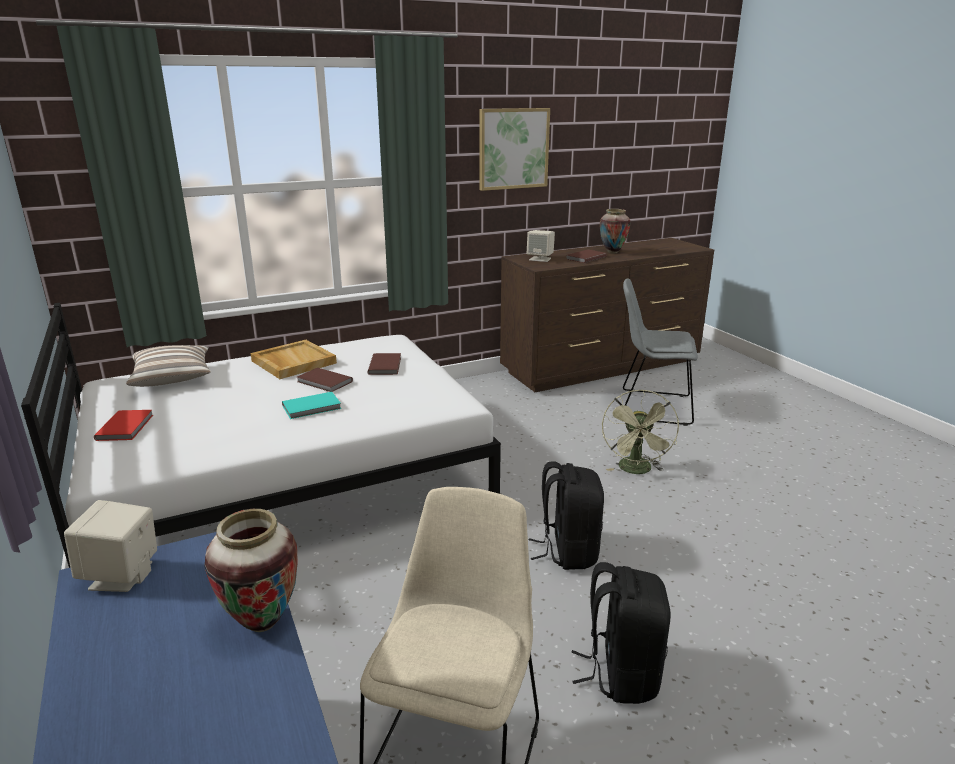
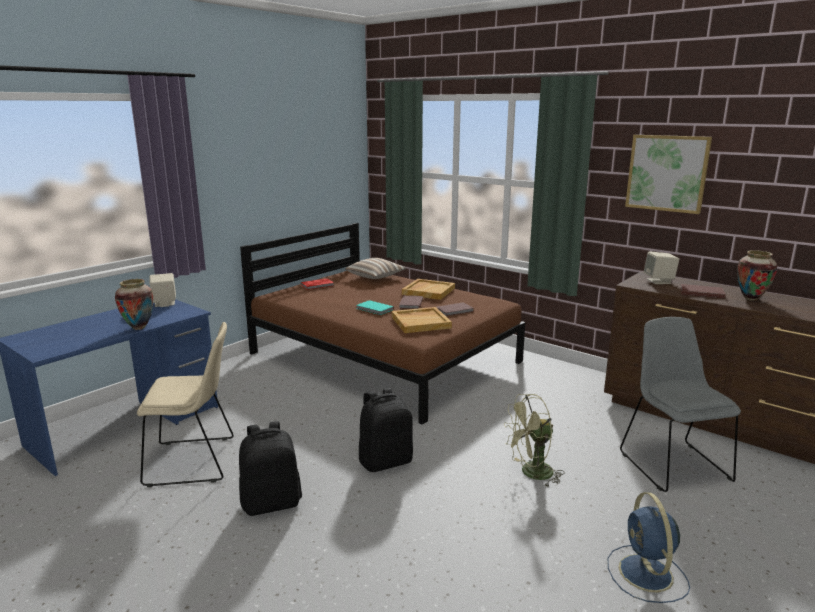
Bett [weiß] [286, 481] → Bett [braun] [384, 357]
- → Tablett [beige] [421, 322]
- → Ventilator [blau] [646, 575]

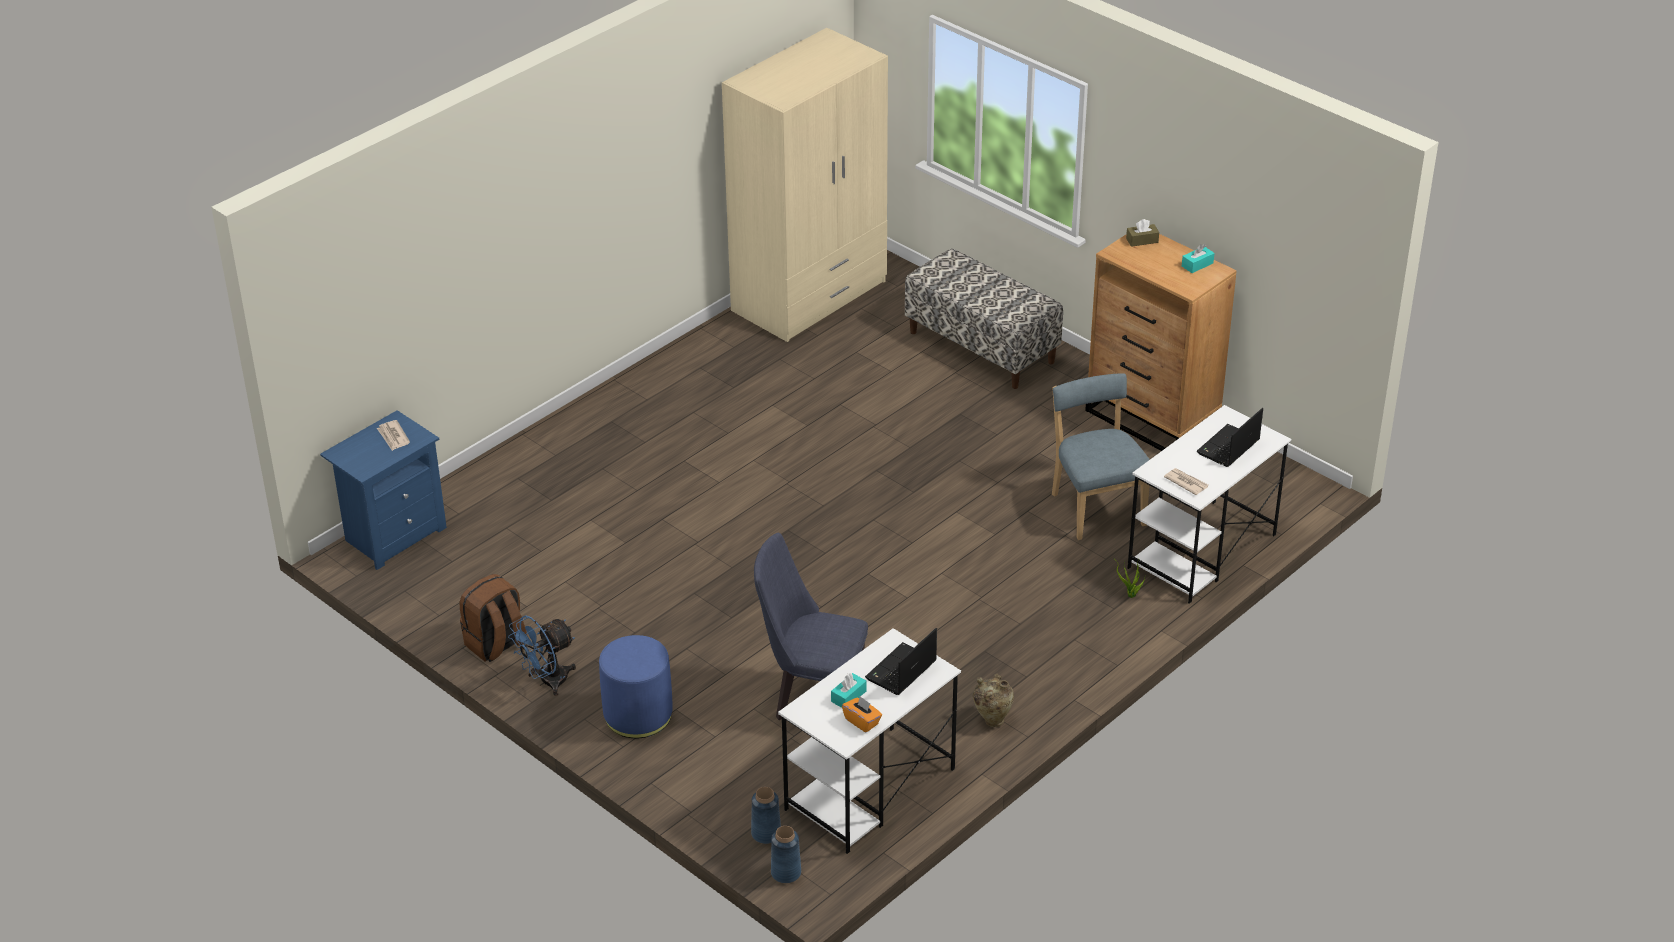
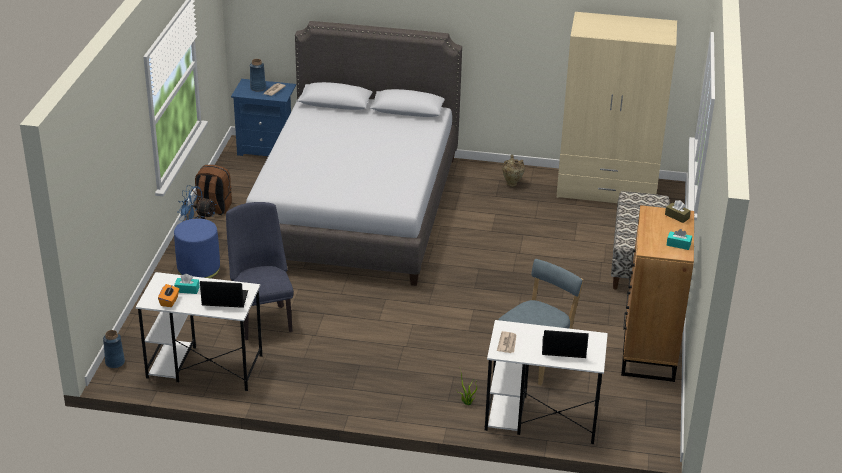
Vase [blau] [766, 834] → Vase [blau] [257, 88], move
Vase [beige] [992, 719] → Vase [beige] [512, 183], move
- → Bett [grau] [355, 209]

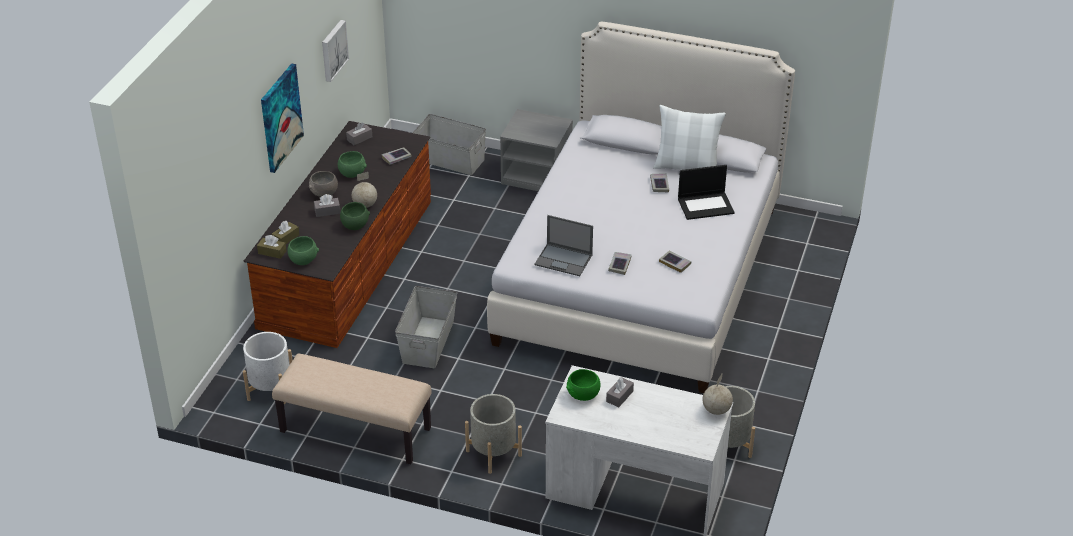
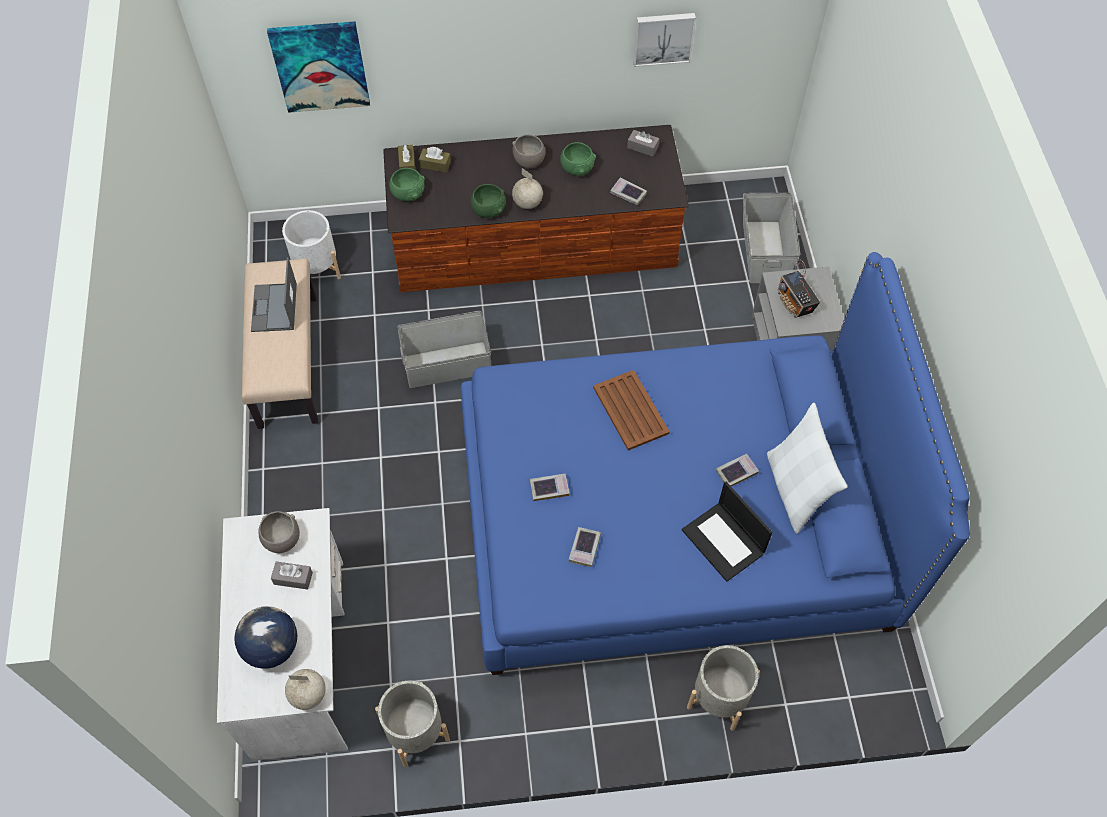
Bild [280, 117] → Bild [320, 66], move
Taschentuchbox [grau] [327, 211] → -
Pflanzkübel [grau] [493, 453] → Pflanzkübel [grau] [719, 697], move
Bett [weiß] [639, 273] → Bett [blau] [673, 521]
Laptop [564, 260] → Laptop [274, 308], move
Schüssel [grün] [583, 394] → Schüssel [grau] [281, 539]
- → Globus [272, 647]
- → Tablett [braun] [630, 409]
- → Radio [795, 303]

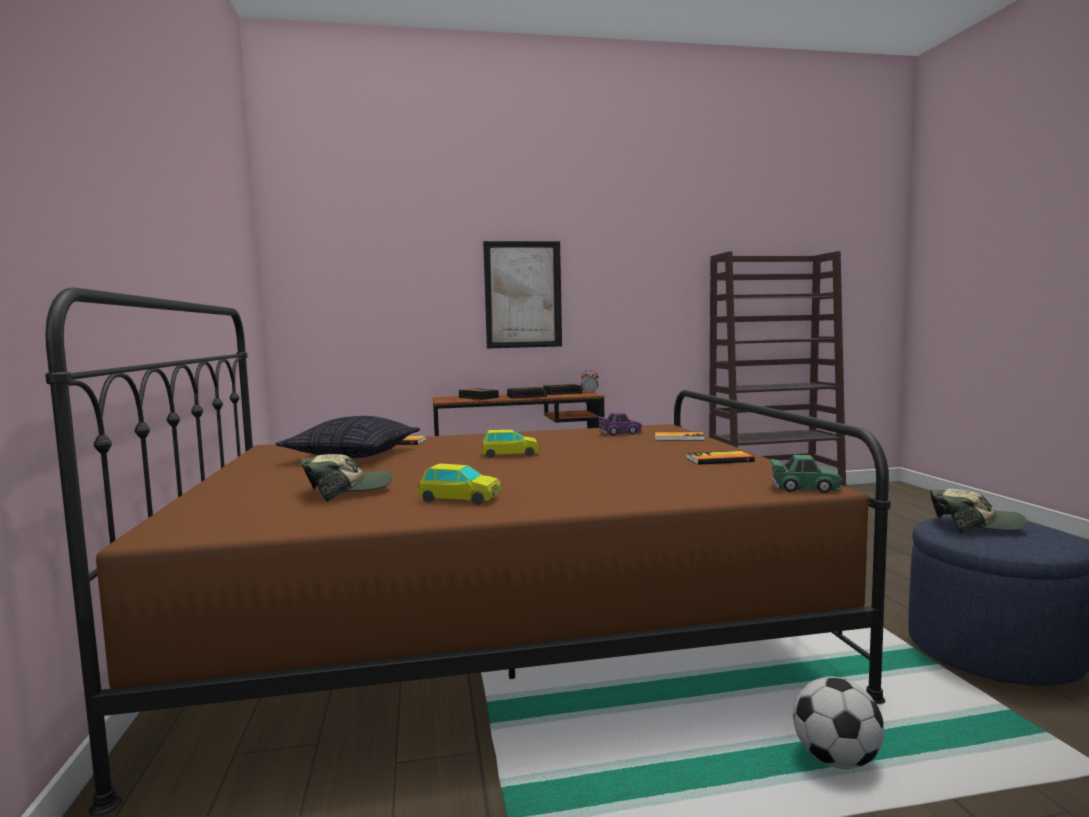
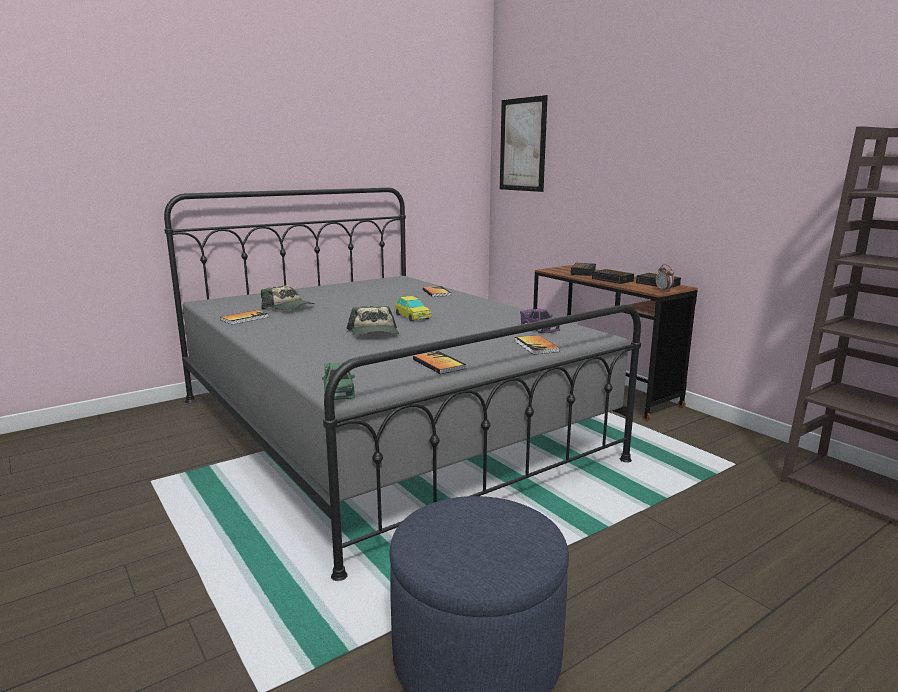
Bett [braun] [497, 624] → Bett [grau] [384, 427]
Kissen [353, 455] → -
Spielzeugauto [460, 499] → -
Bild [523, 294] → Bild [522, 145], move
Fußball [836, 760] → -
Kappe [974, 526] → Kappe [374, 333], move
- → Buch [244, 318]

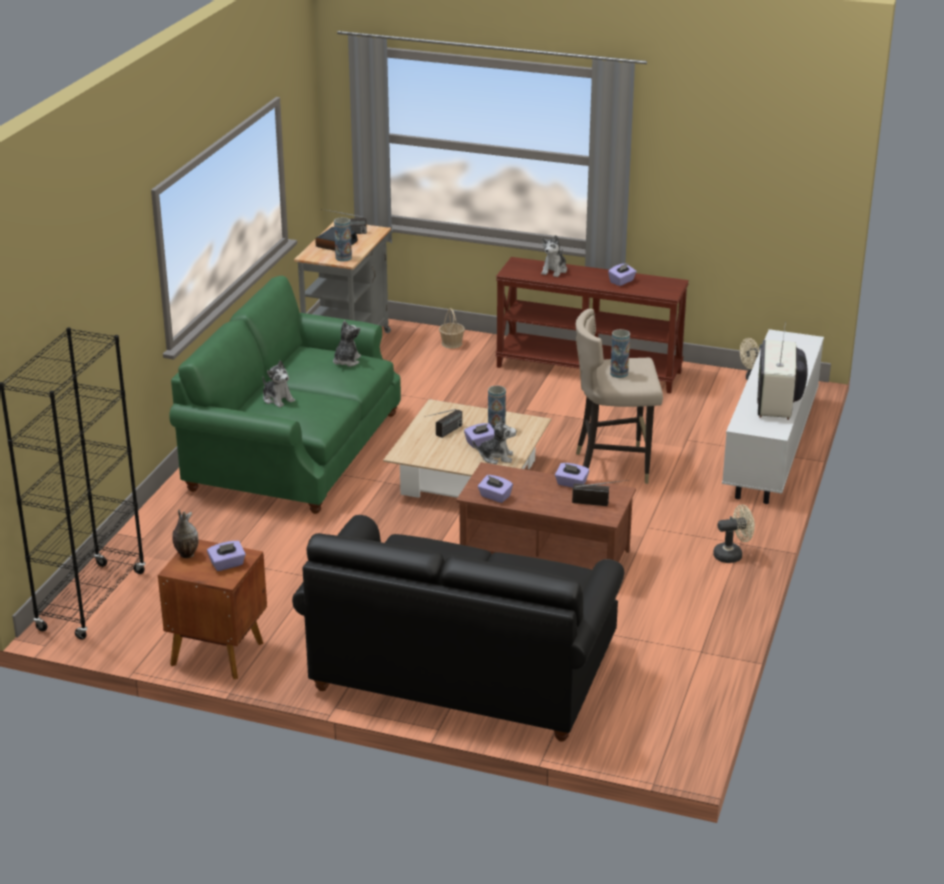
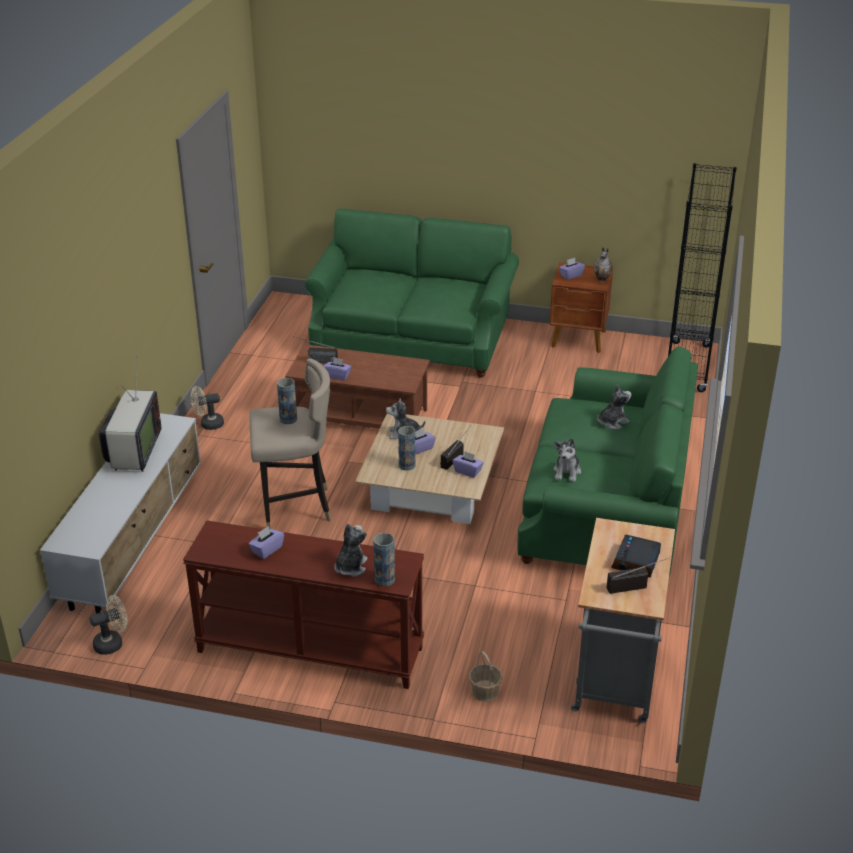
Plüschtier [278, 399] → Plüschtier [612, 422], 105 degrees clockwise
Sofa [schwarz] [463, 667] → Sofa [grün] [412, 338]
Vase [343, 258] → Vase [384, 579], move
Taschentuchbox [lila] [495, 497] → Taschentuchbox [lila] [468, 471], move

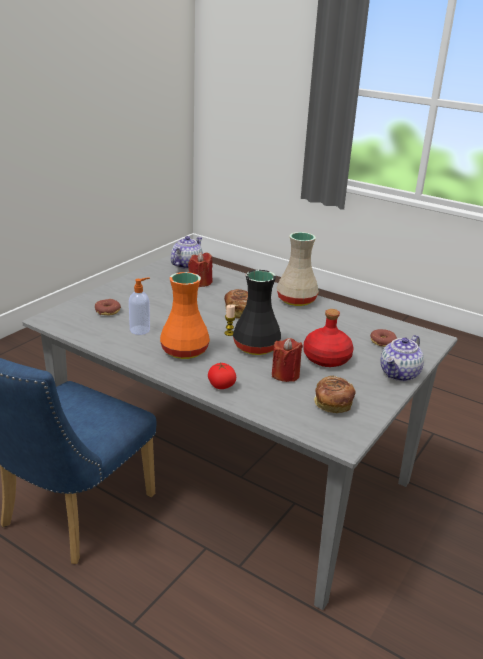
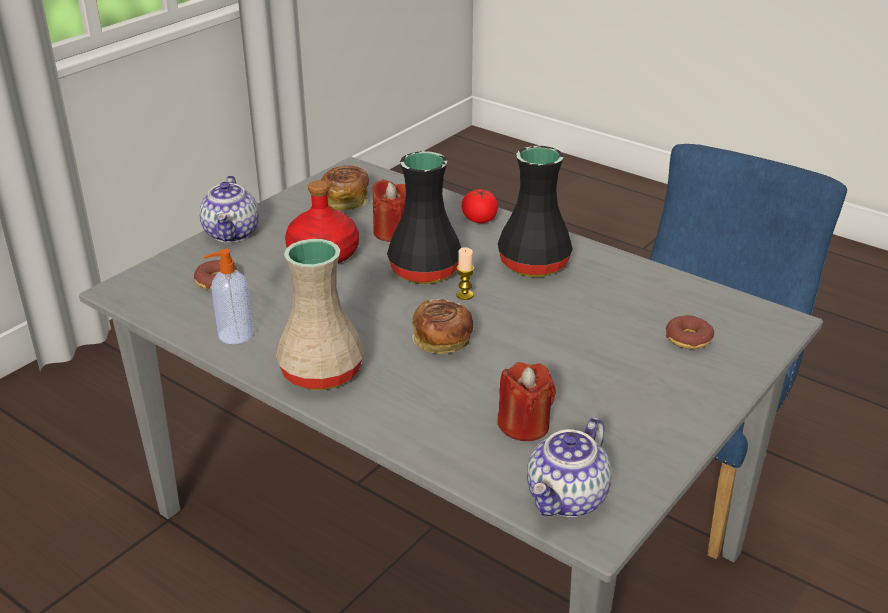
Seifenspender [140, 330] → Seifenspender [234, 335], move
Vase [orange] [186, 351] → Vase [schwarz] [532, 264]
Teekanne [400, 374] → Teekanne [232, 233], 135 degrees clockwise

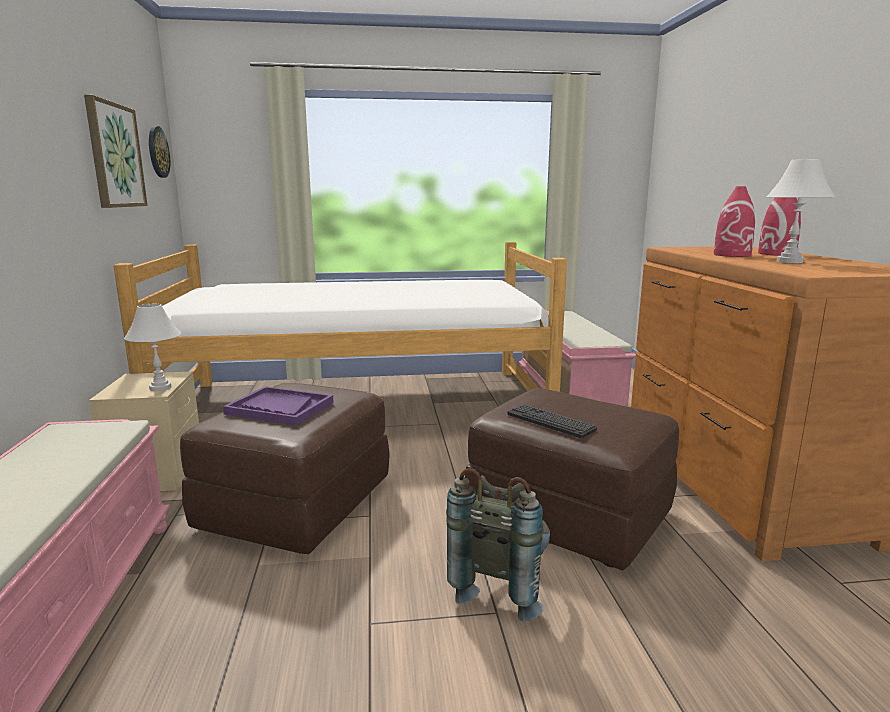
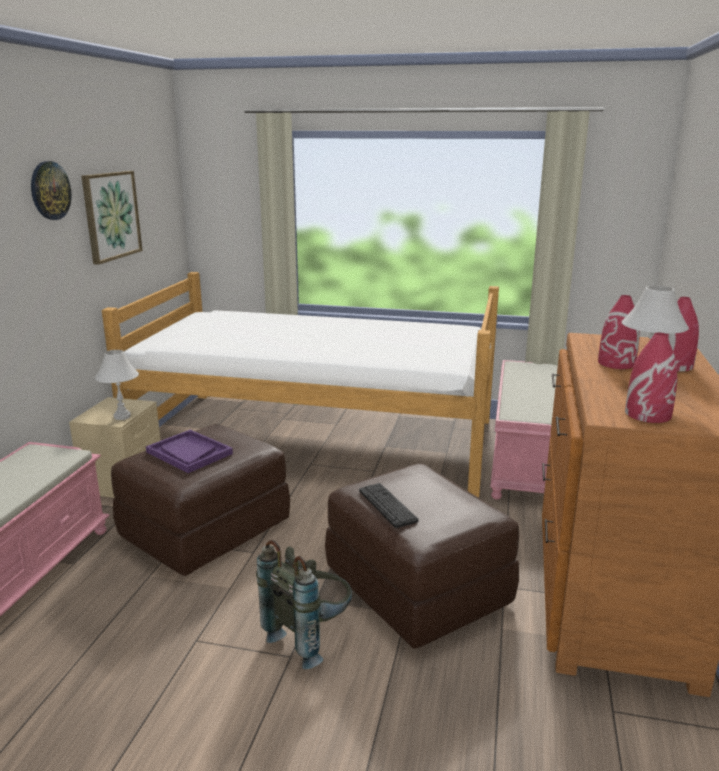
Wanduhr [158, 152] → Wanduhr [50, 190], move
- → Vase [rot] [647, 414]

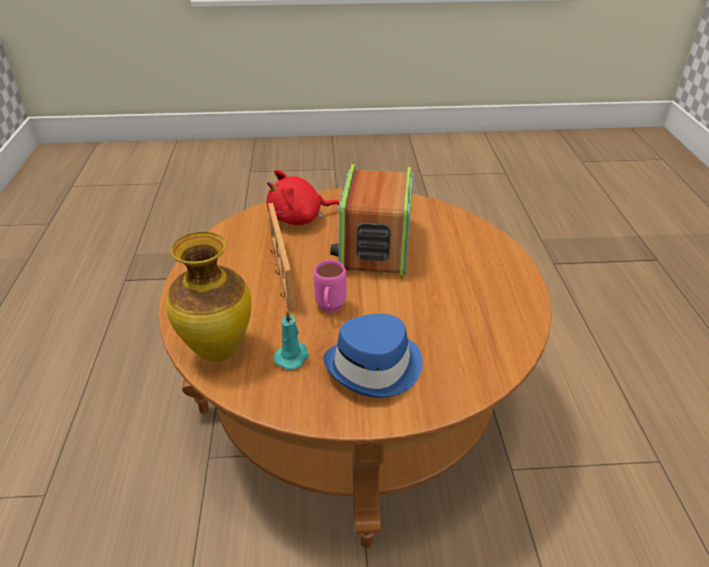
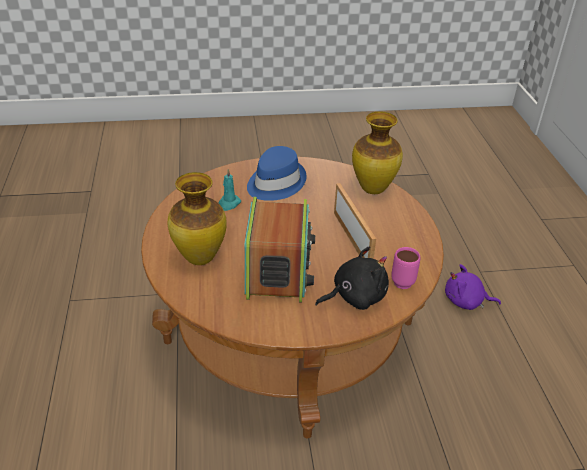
Plüschtier [rot] [299, 218] → Plüschtier [schwarz] [355, 296]
Kerze [türkis] [292, 356] → Kerze [türkis] [229, 204], move
Henkelbecher [rosa] [329, 310] → Henkelbecher [rosa] [402, 280], move
- → Vase [199, 258]
- → Plüschtier [lila] [466, 301]

